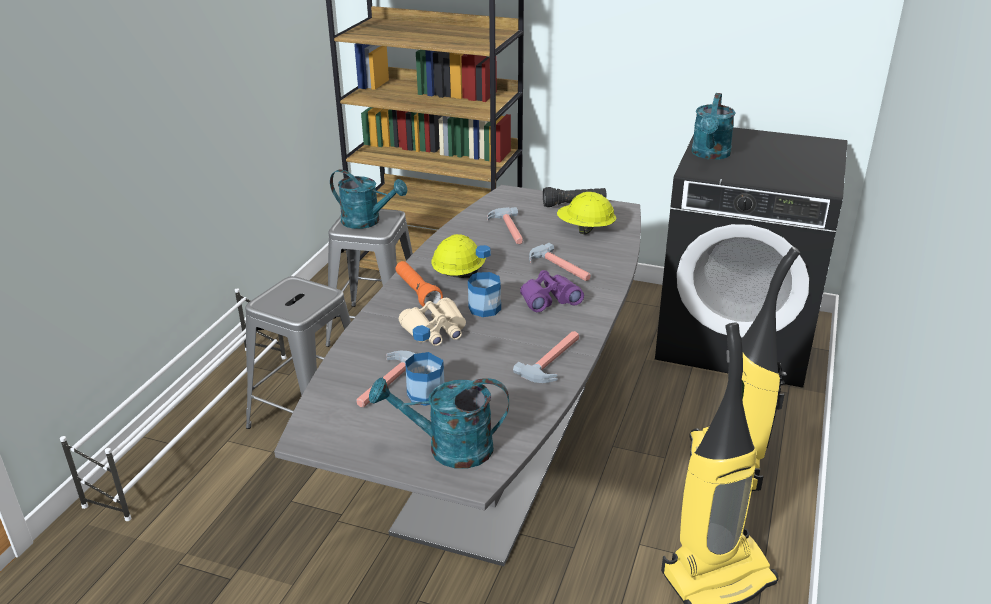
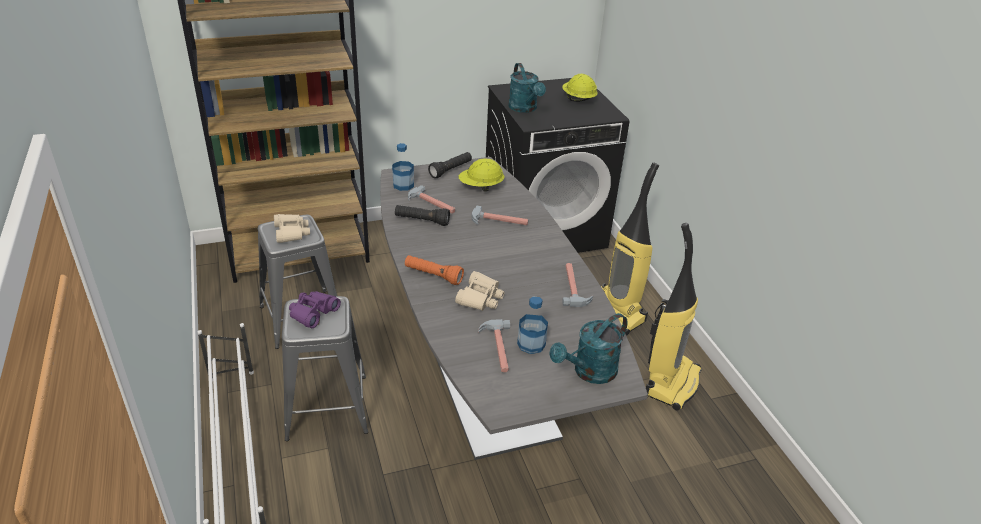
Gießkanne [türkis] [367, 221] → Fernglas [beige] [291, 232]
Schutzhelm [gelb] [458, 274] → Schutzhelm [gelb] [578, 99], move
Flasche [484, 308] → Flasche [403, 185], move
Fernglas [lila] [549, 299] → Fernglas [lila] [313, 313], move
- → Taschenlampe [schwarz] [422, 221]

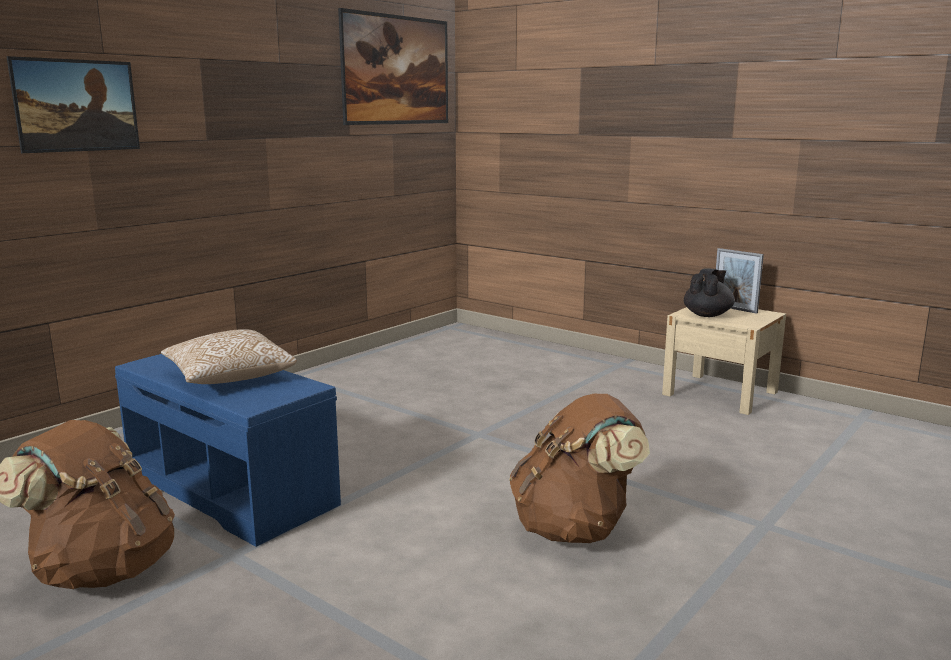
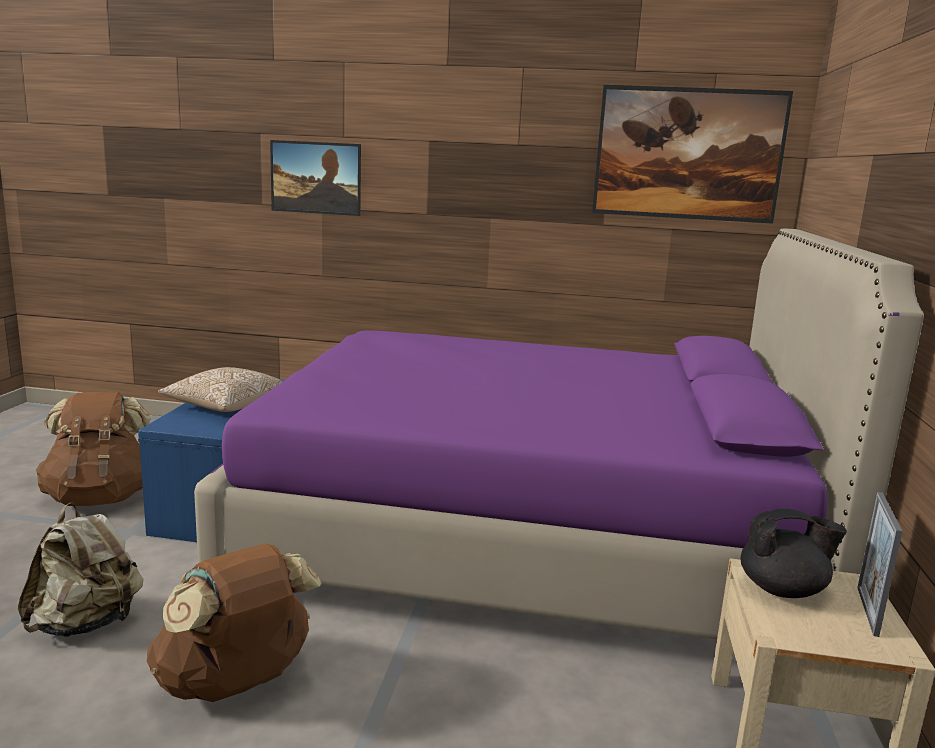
- → Rucksack [beige] [87, 623]
- → Bett [lila] [525, 534]

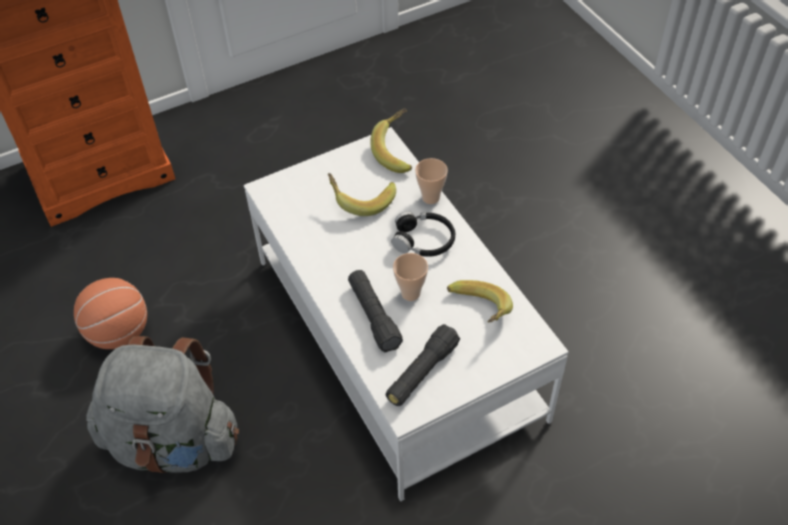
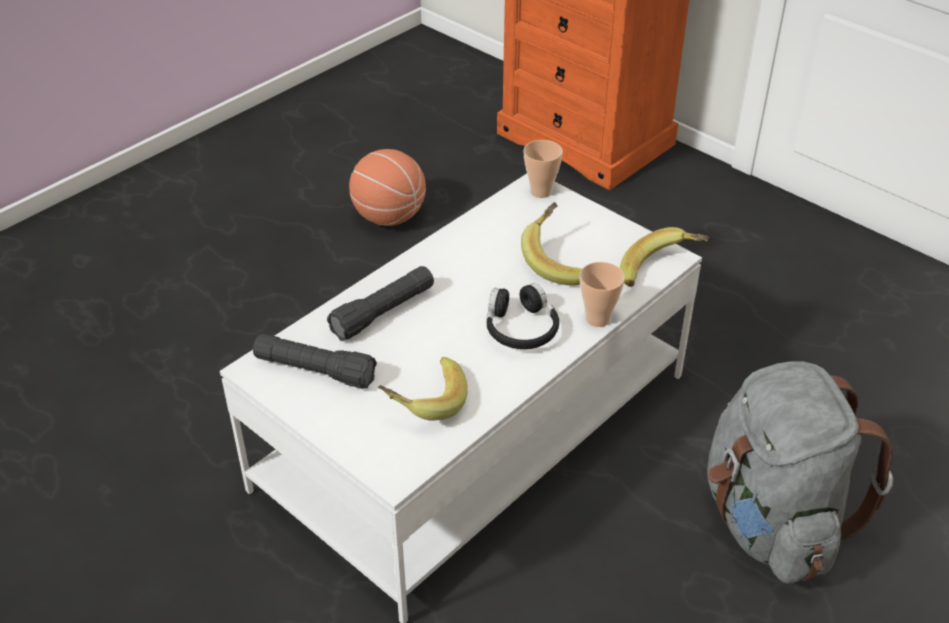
Rucksack [grau] [173, 441] → Rucksack [grau] [770, 522], move
Tasse [410, 293] → Tasse [541, 191], move

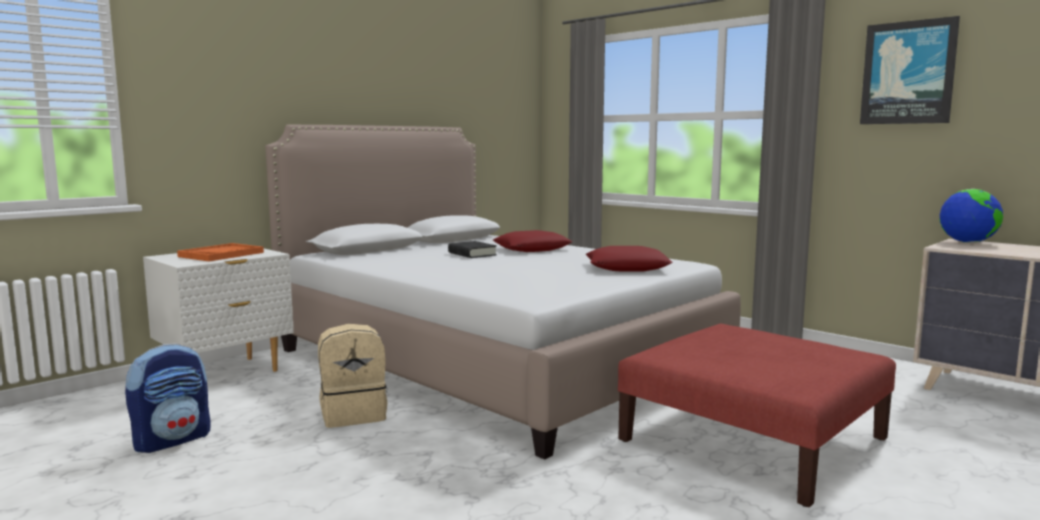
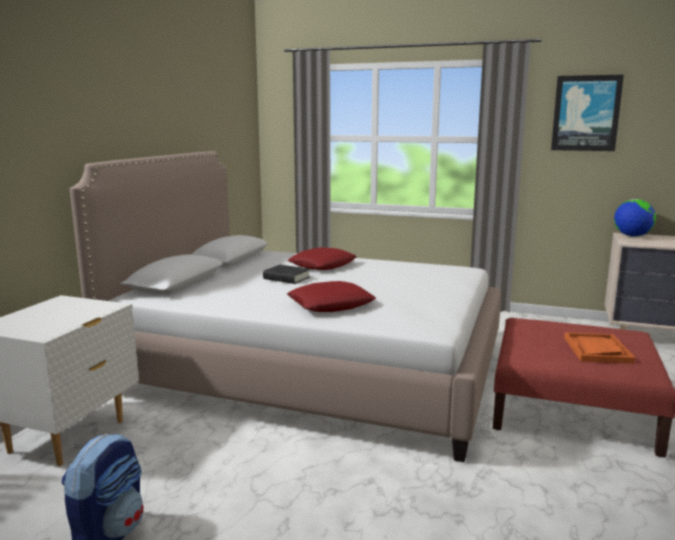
Tablett [orange] [221, 254] → Tablett [orange] [597, 350], move
Rucksack [beige] [354, 414] → -
Kissen [rot] [627, 267] → Kissen [rot] [331, 304], move

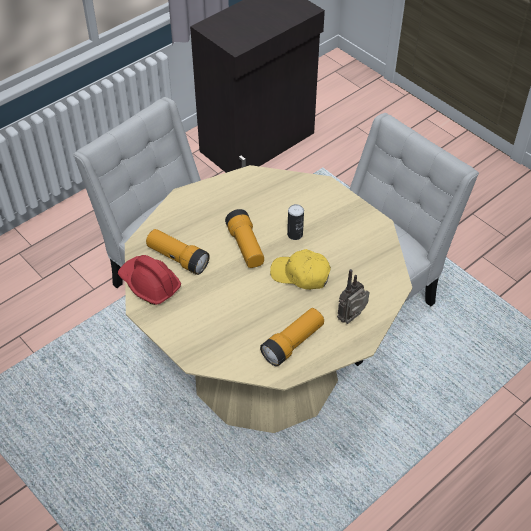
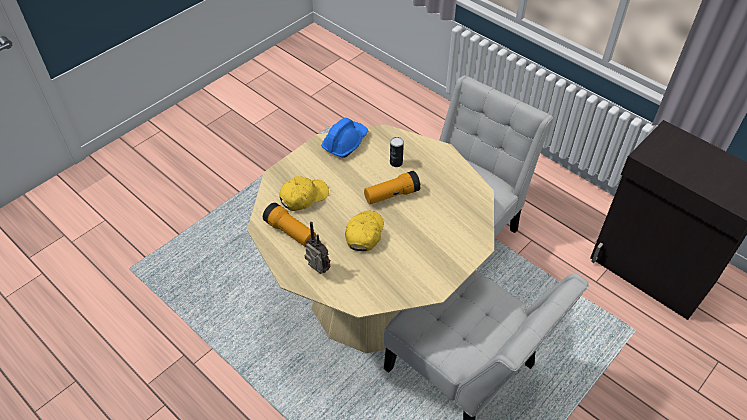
Schutzhelm [rot] [149, 284] → Schutzhelm [blau] [345, 142]
Taschenlampe [177, 258] → -
Dose [295, 234] → Dose [396, 162], move
- → Kappe [gelb] [303, 197]

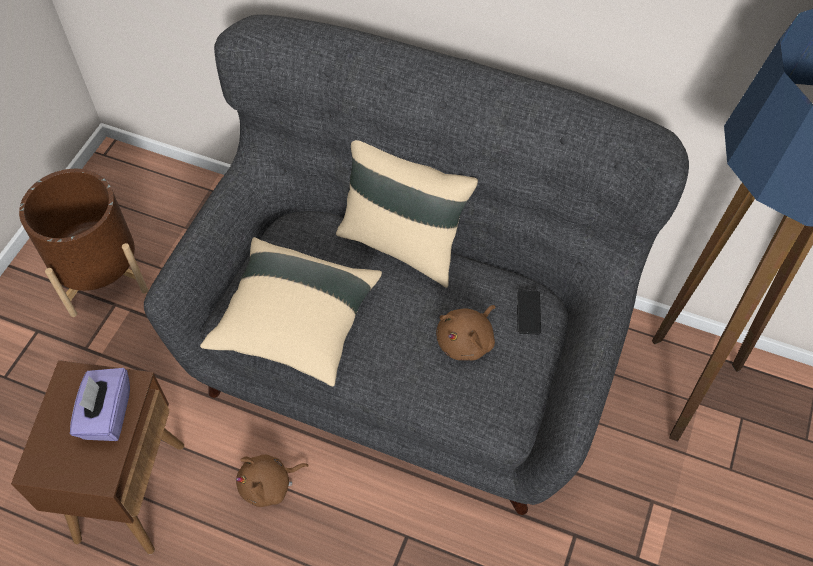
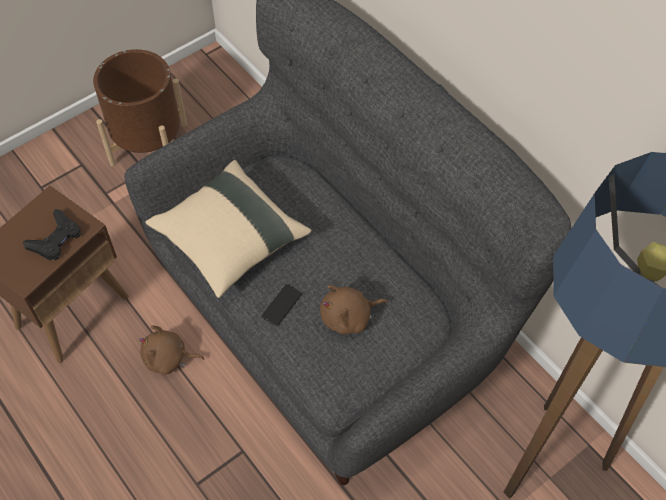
Taschentuchbox [lila] [106, 415] → Gamepad [schwarz] [55, 239]
Kissen [beige] [402, 244] → -
Handy [528, 312] → Handy [281, 305], move

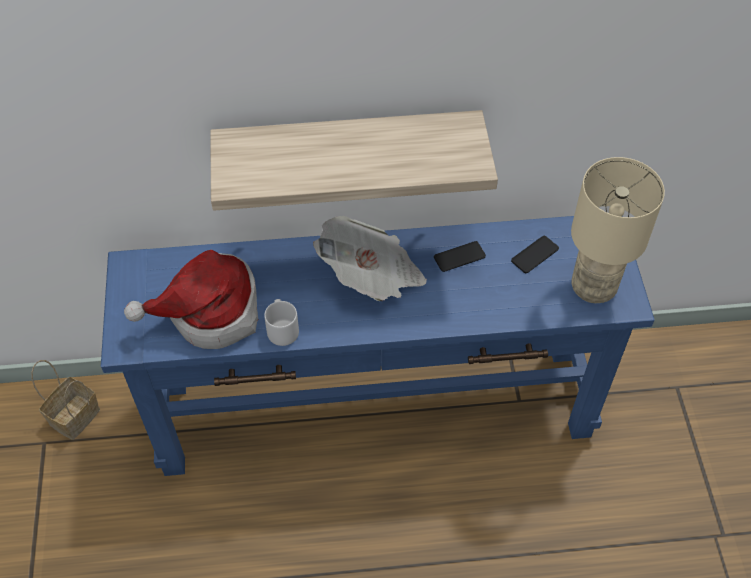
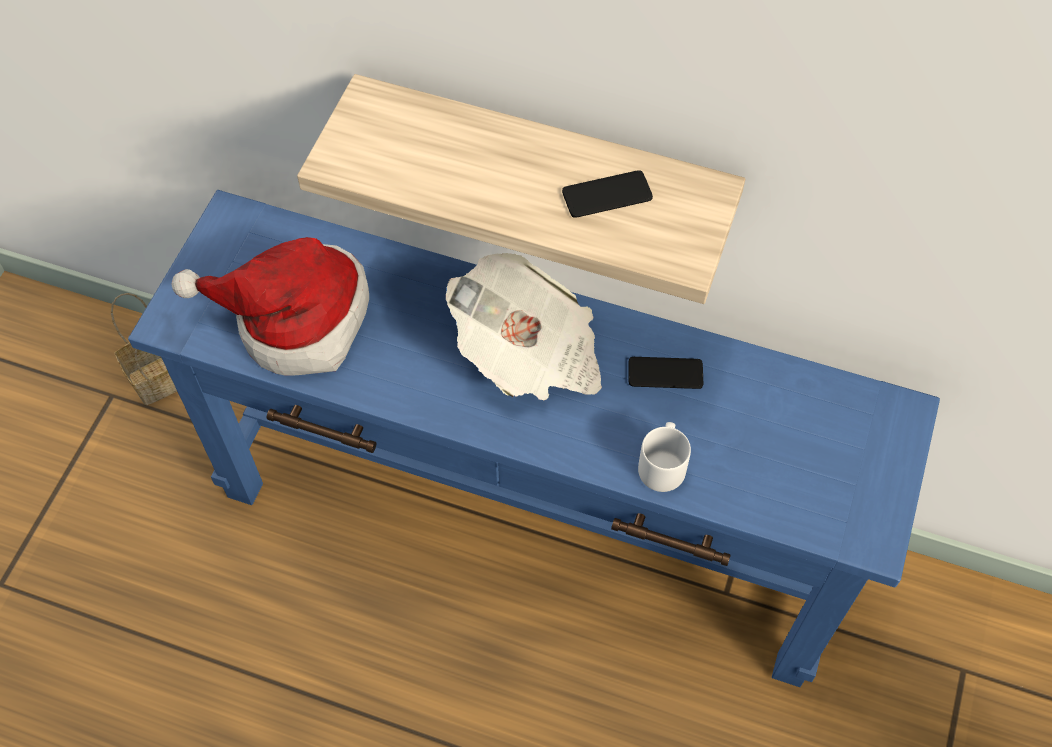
Henkelbecher [grau] [282, 329] → Henkelbecher [grau] [662, 465], move
Handy [534, 255] → Handy [607, 195], move
Tischlampe [beige] [593, 287] → -

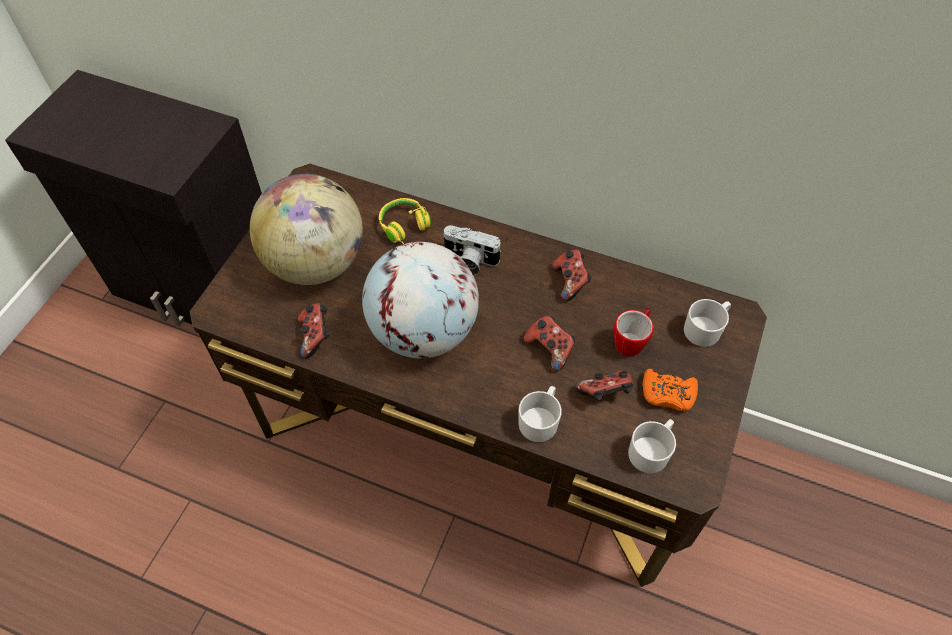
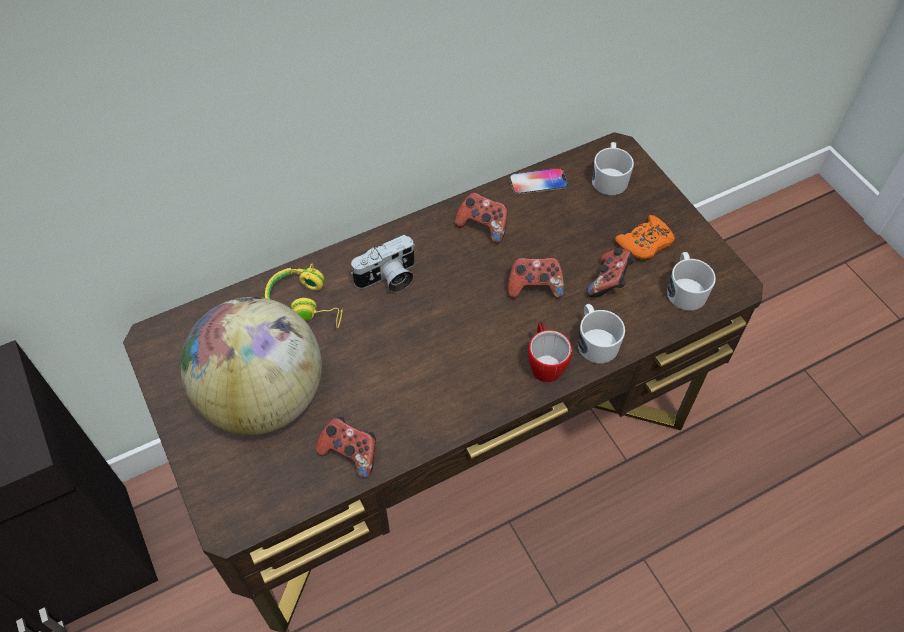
Globus [424, 332] → -
Henkelbecher [631, 341] → Henkelbecher [544, 363], move
- → Handy [538, 182]

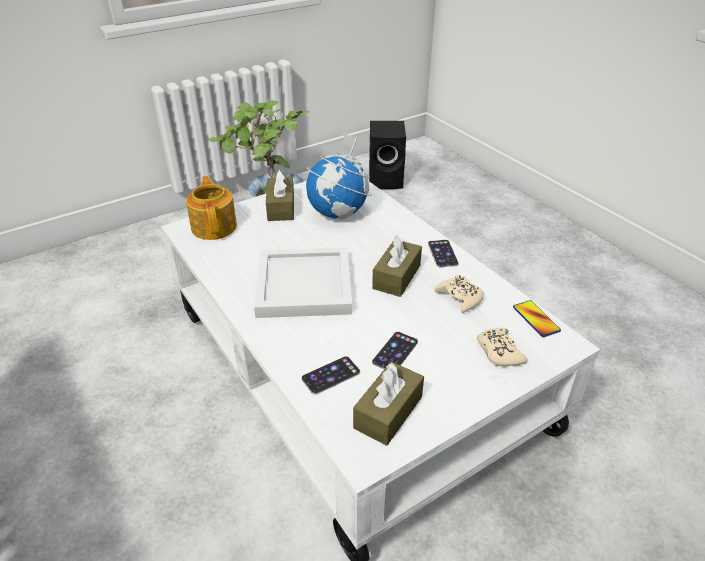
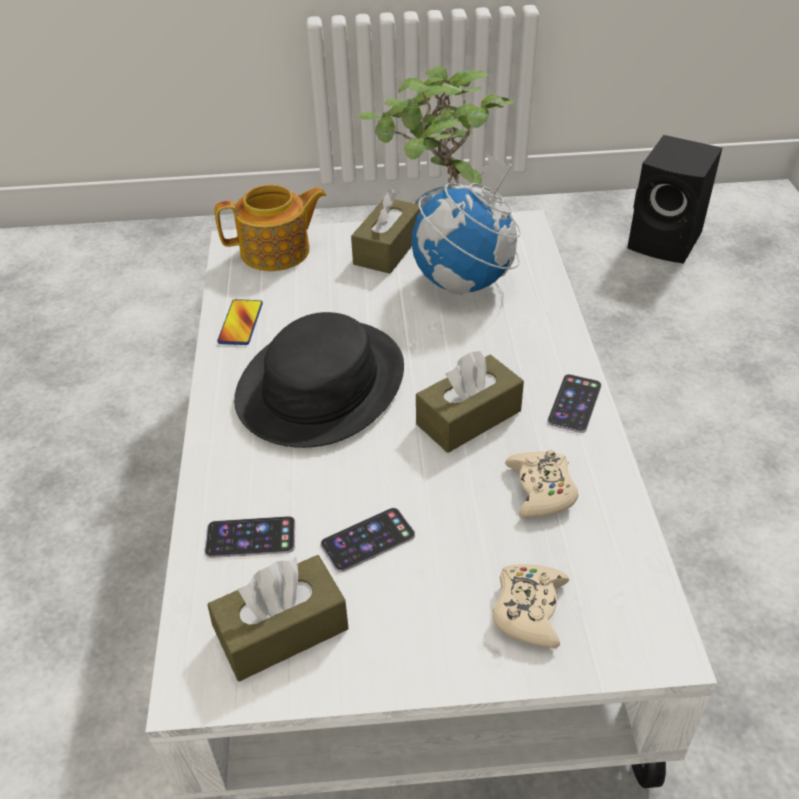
Teekanne [214, 226] → Teekanne [277, 252], 60 degrees clockwise
Tablett [weiß] [302, 286] → Hut [schwarz] [320, 384]
Handy [536, 319] → Handy [240, 323], move

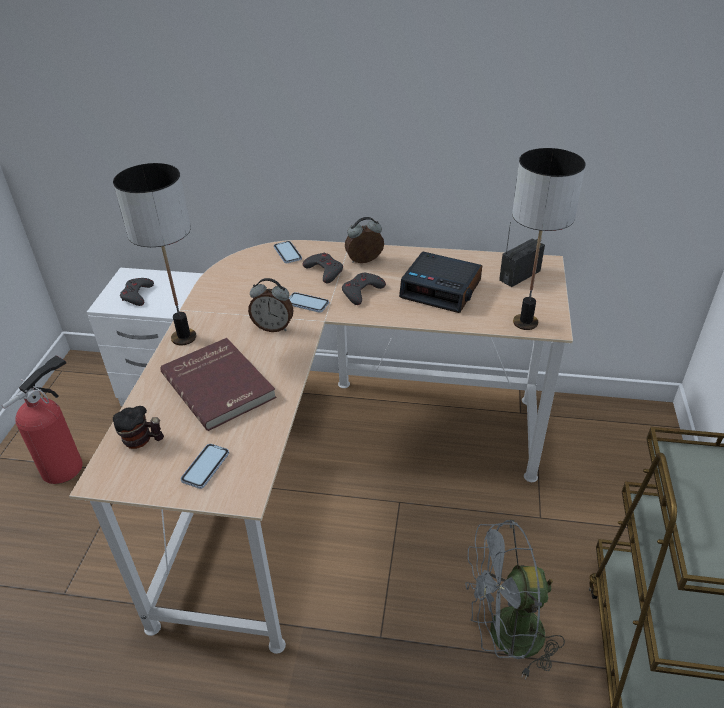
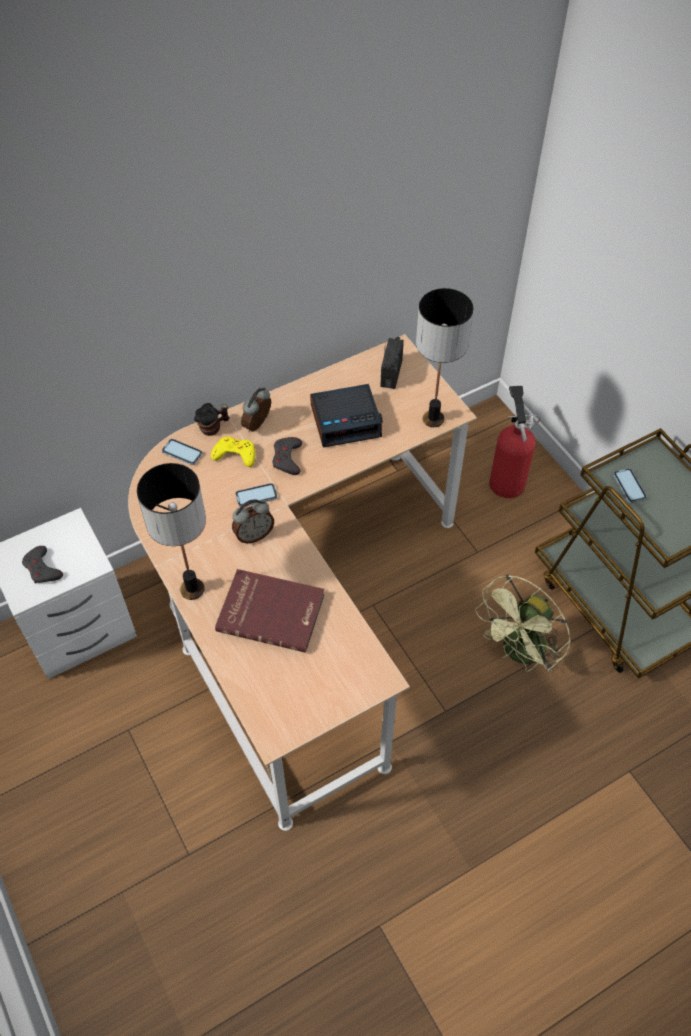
Feuerlöscher [66, 465] → Feuerlöscher [506, 480], move
Henkelbecher [142, 441] → Henkelbecher [213, 427], move
Handy [205, 467] → Handy [629, 486], move
Gamepad [grau] [324, 271] → Gamepad [gelb] [235, 454]
Ventilator [grau] [504, 636] → Ventilator [grün] [519, 653]

